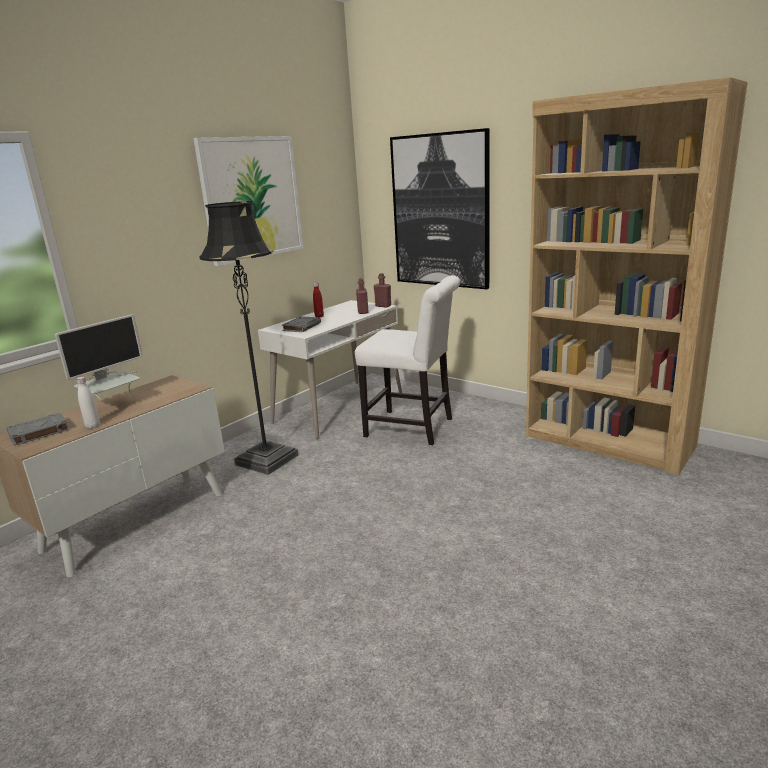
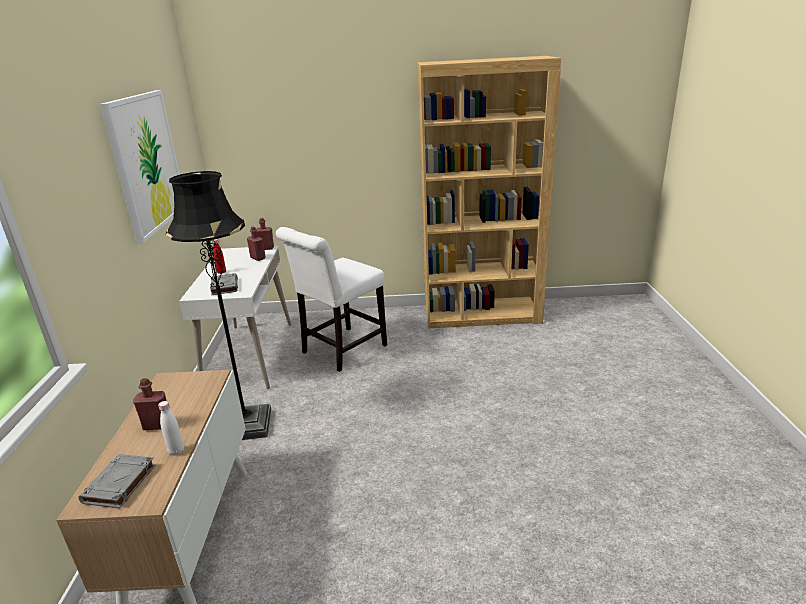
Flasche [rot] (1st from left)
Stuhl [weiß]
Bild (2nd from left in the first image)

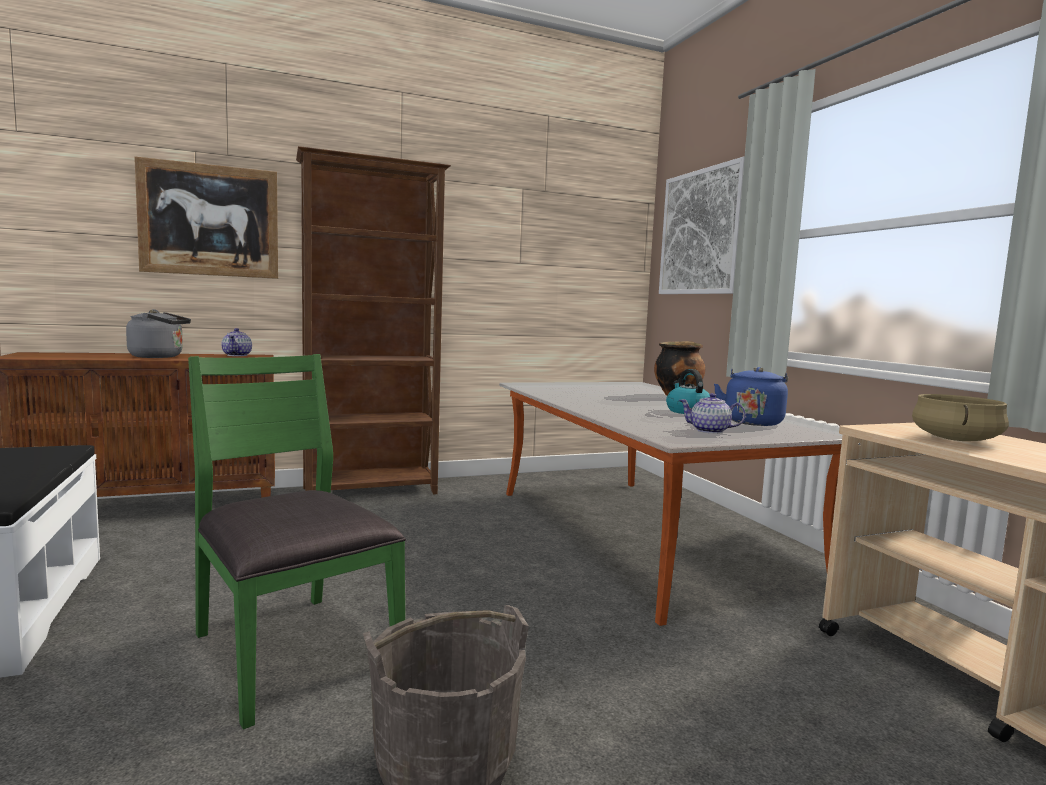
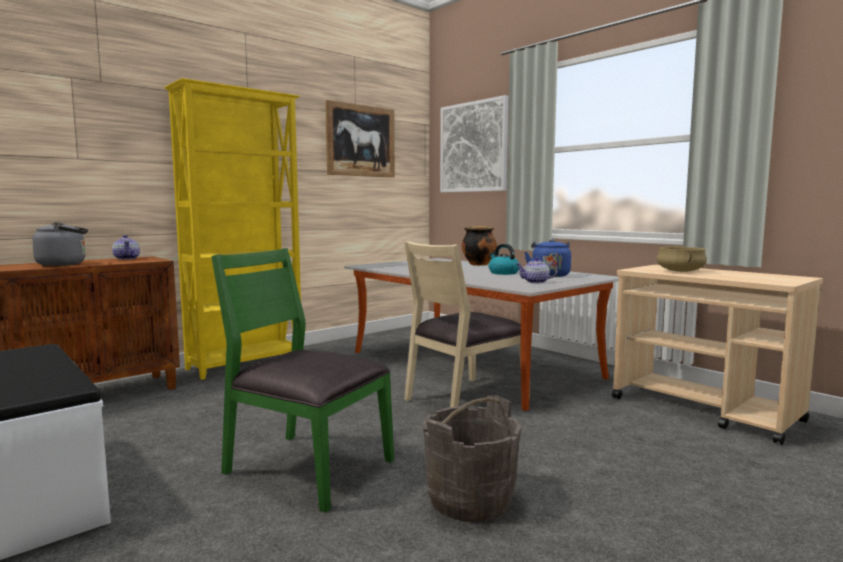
Bücherregal [gelb]
Bild (1st from left)
Stuhl [beige]

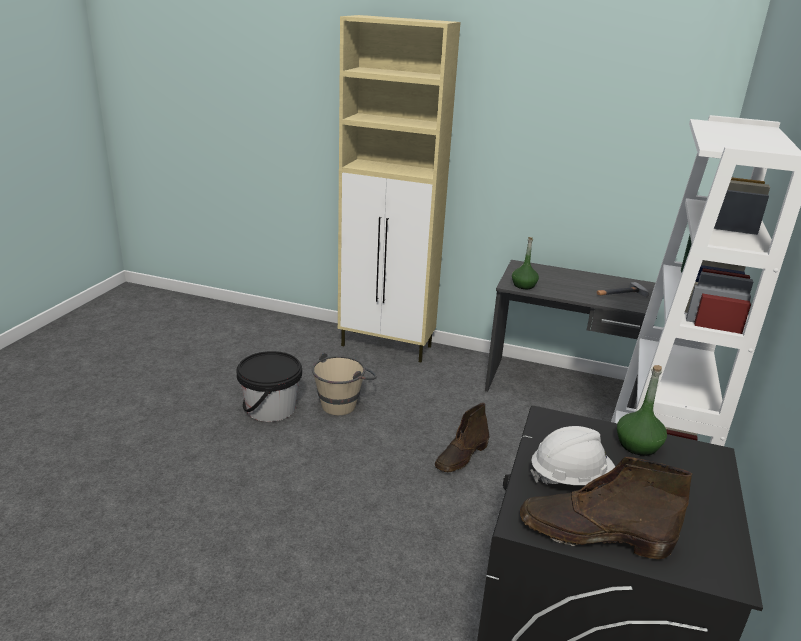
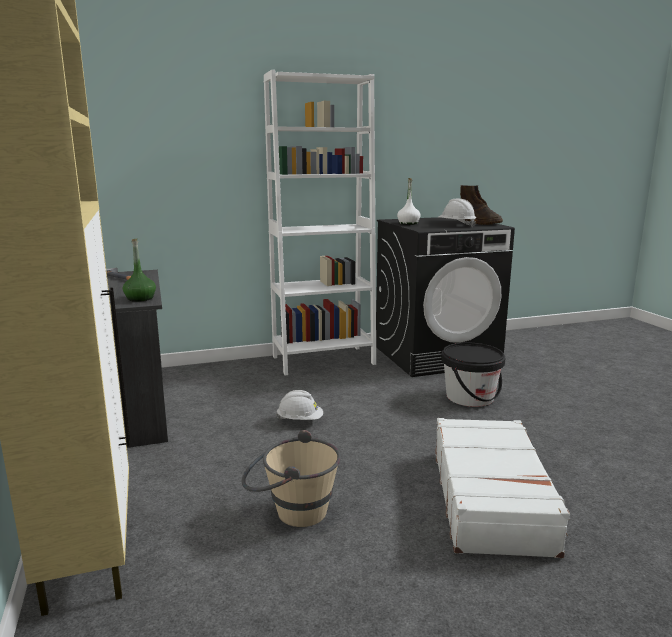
Schutzhelm [weiß] (1st from left)
Flasche [weiß]
Koffer [weiß]
Eimer [schwarz]

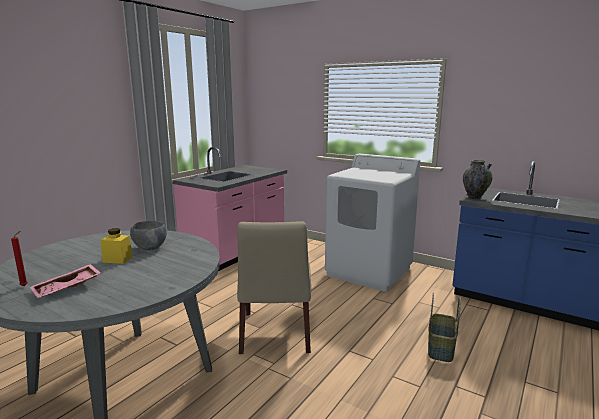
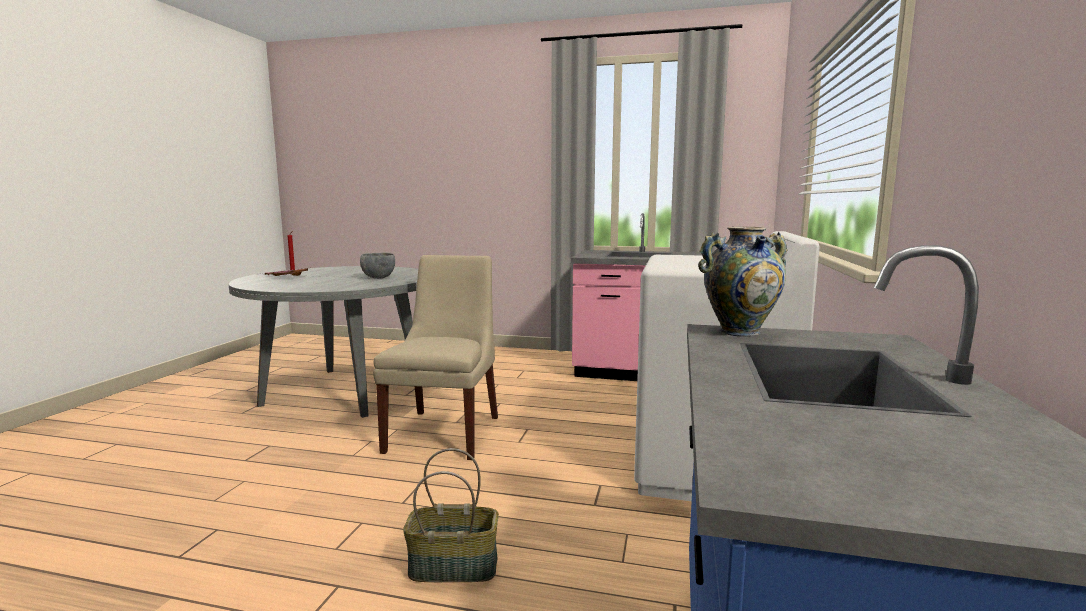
Stuhl [beige]
Vorratsglas [gelb]

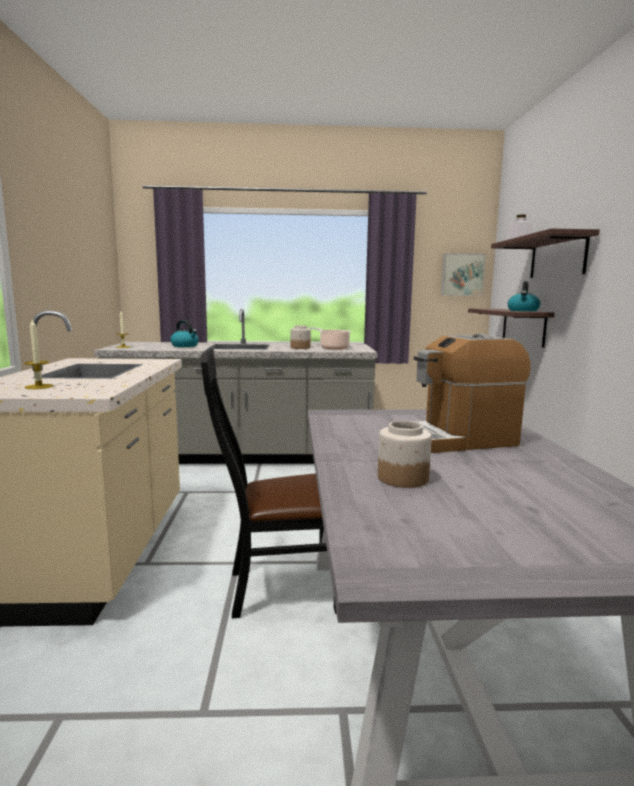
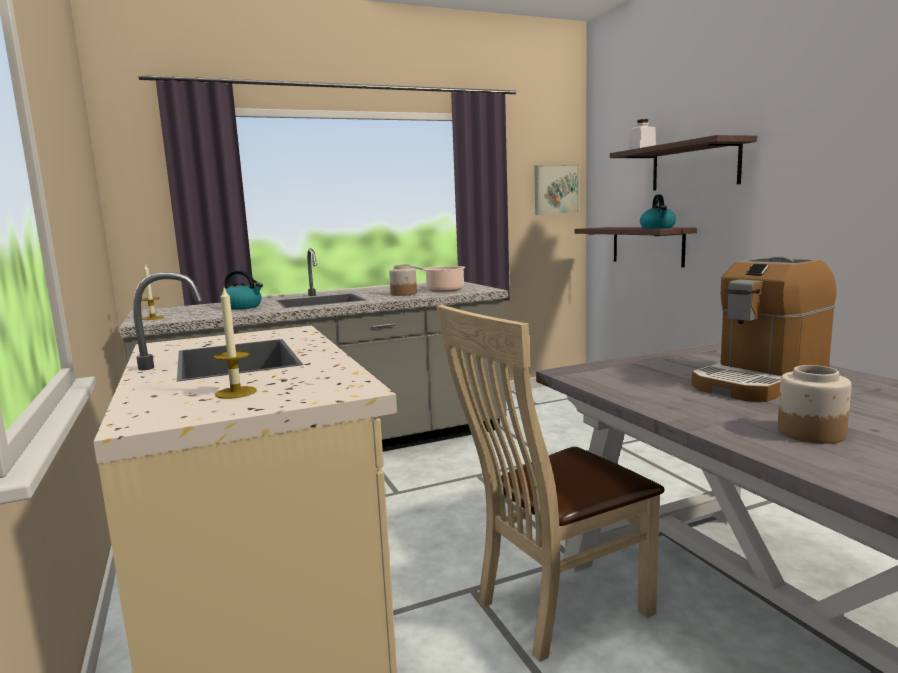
Stuhl [beige]

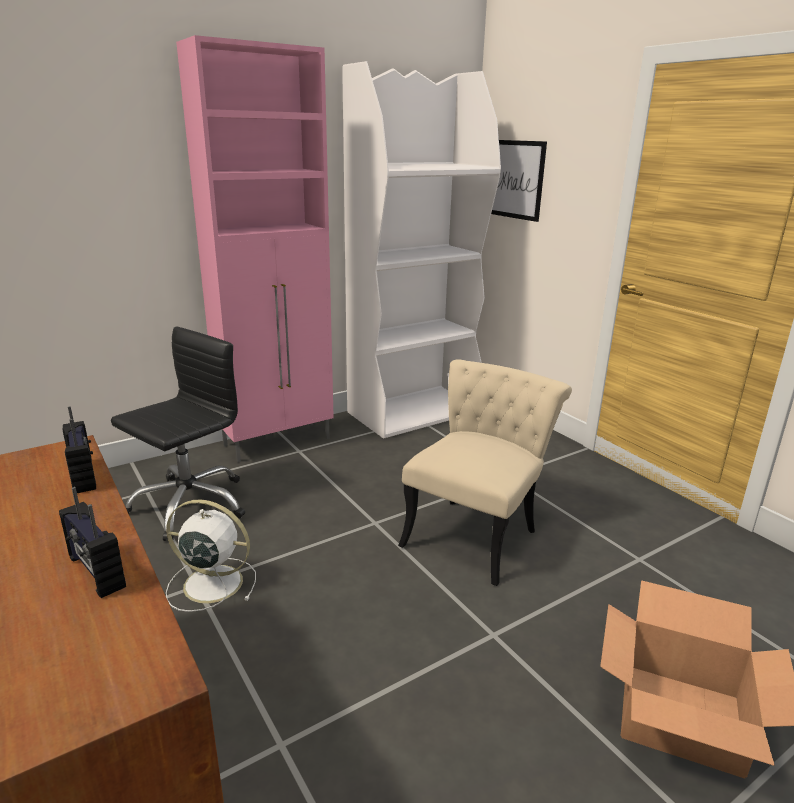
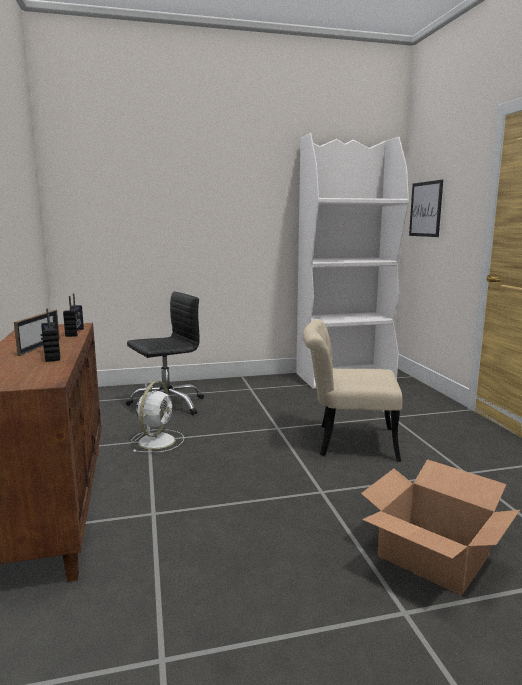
Bilderrahmen
Ventilator [weiß]
Stuhl [beige]
Schrank [rosa]

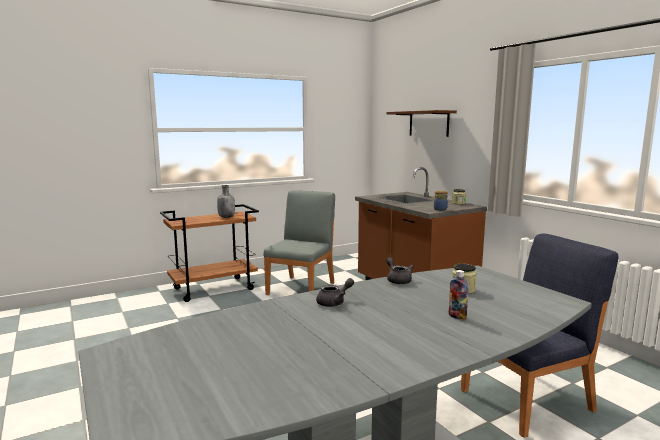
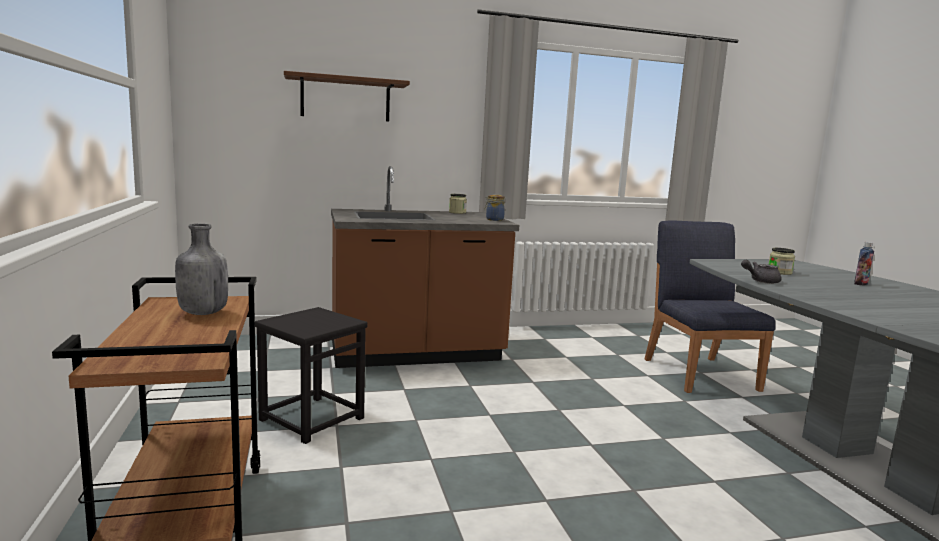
Hocker [schwarz]
Teekanne [grau] (1st from left in the first image)

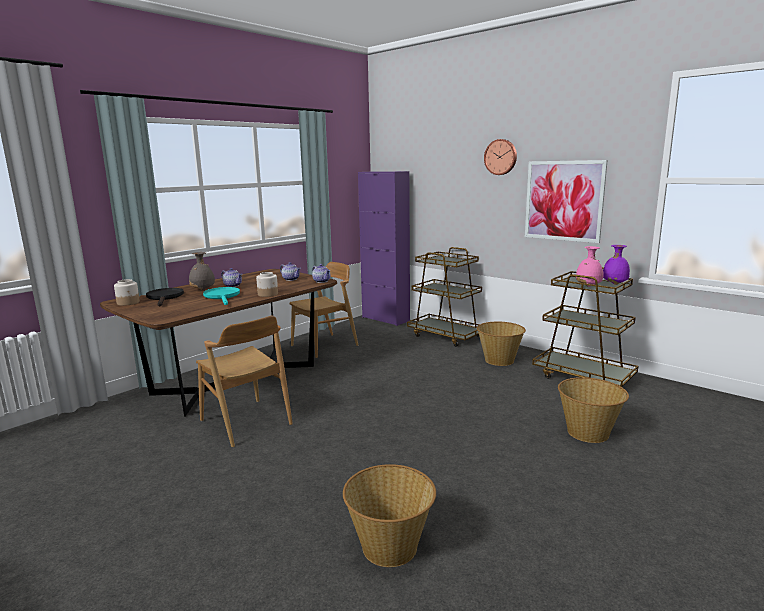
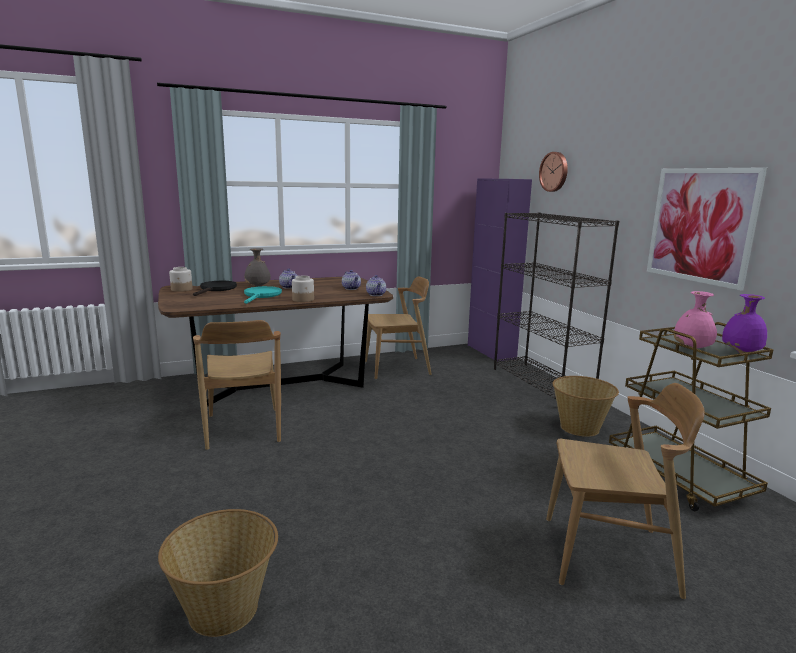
Bücherregal [schwarz]
Wanduhr
Stuhl [braun] (3rd from left)

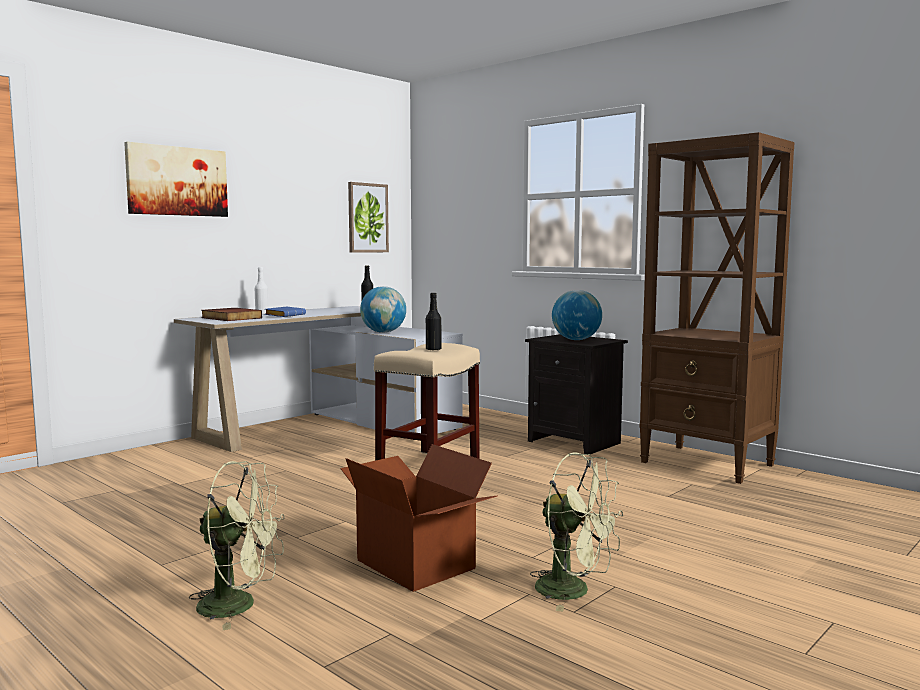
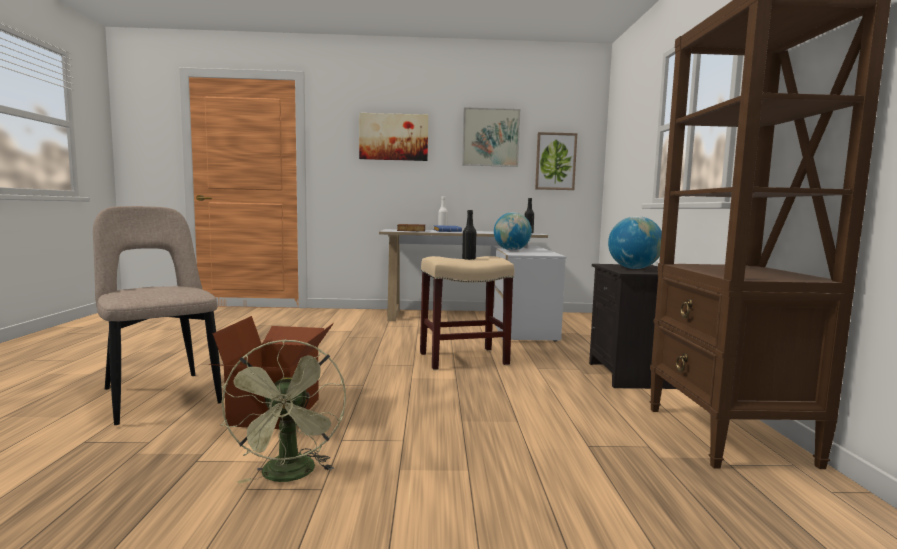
Stuhl [beige]
Bild (2nd from left)

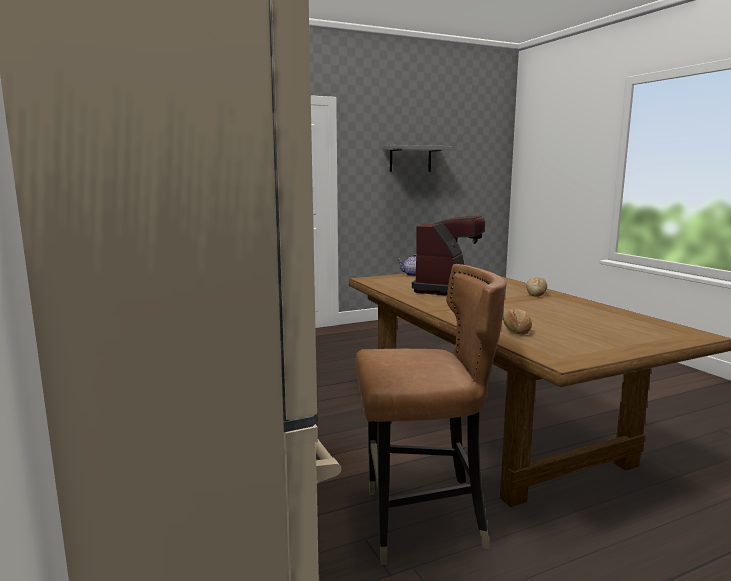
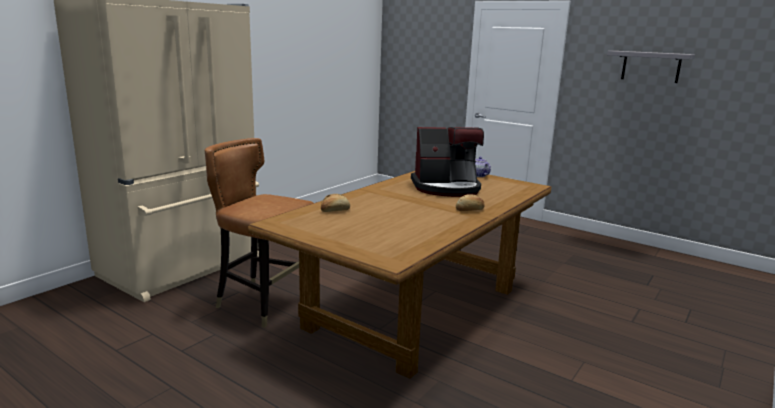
Stuhl [braun]

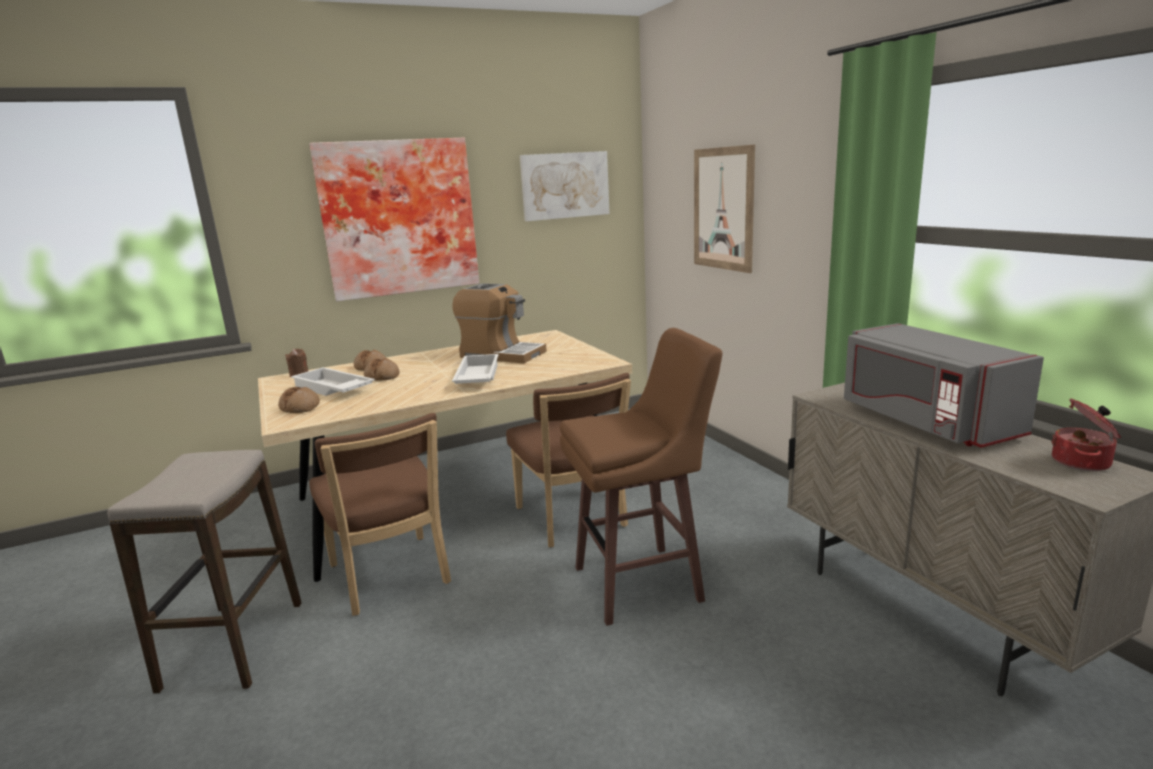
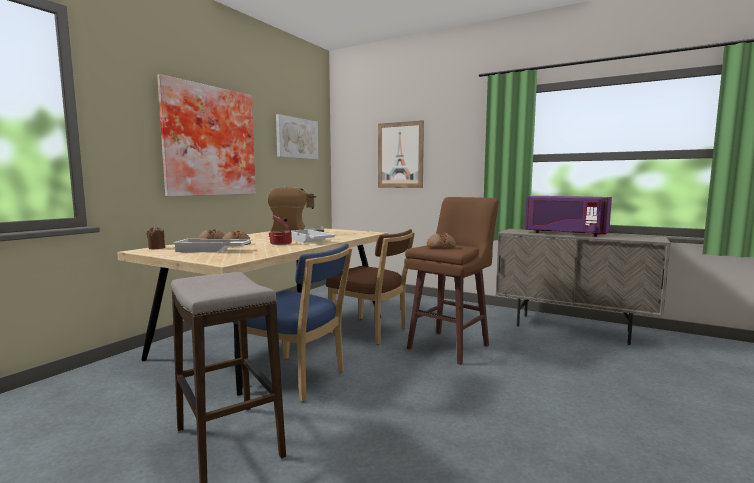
Stuhl [blau]
Kochtopf
Brot (3rd from left)
Mikrowelle [lila]

